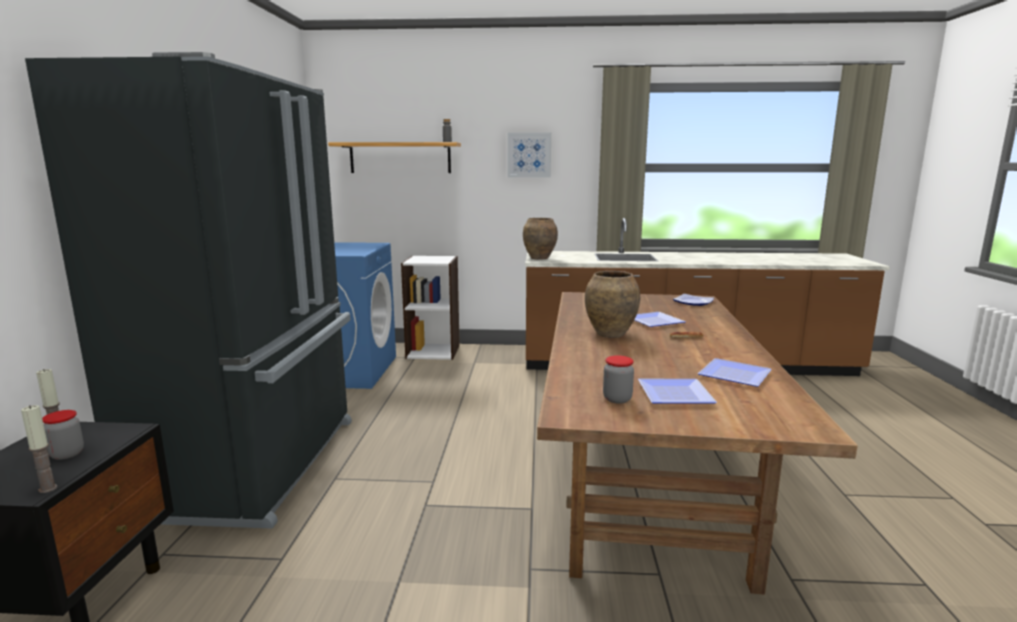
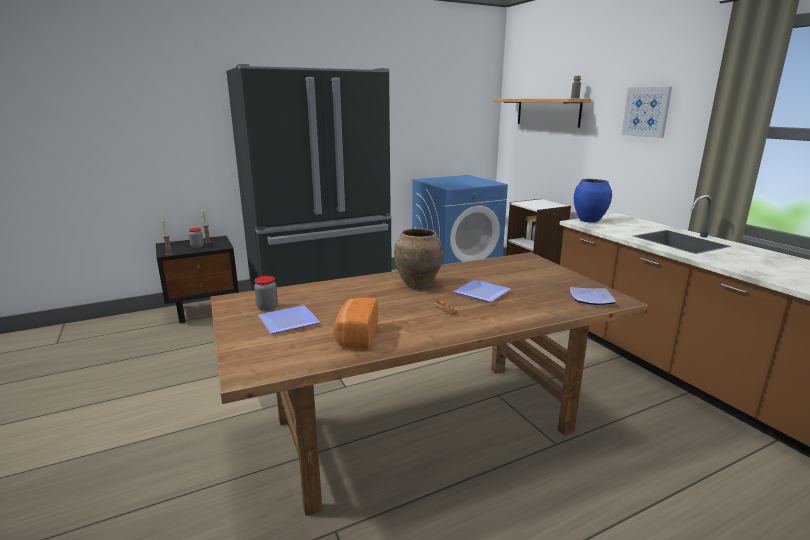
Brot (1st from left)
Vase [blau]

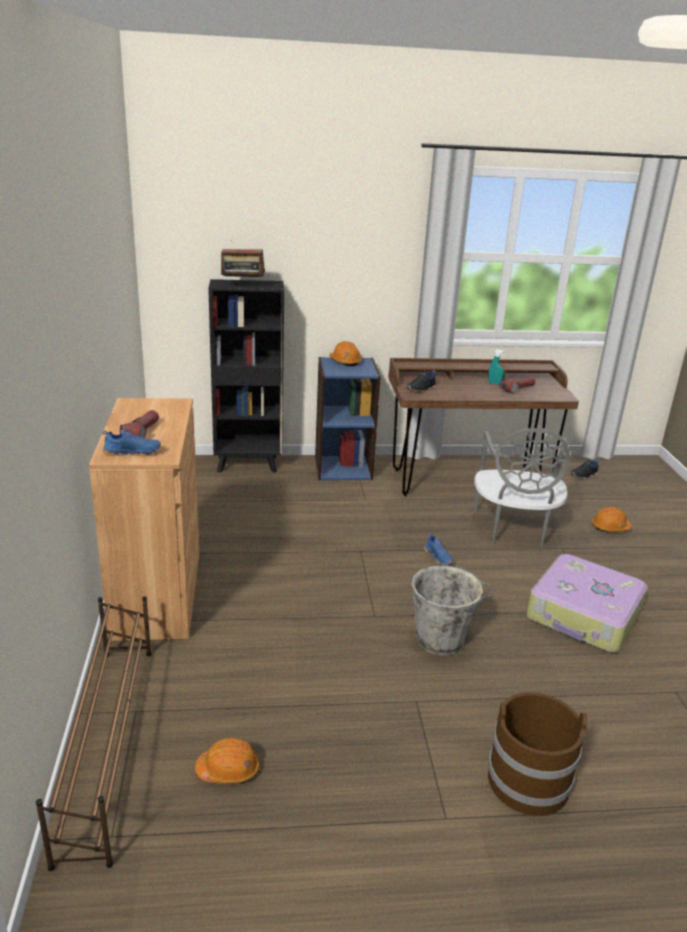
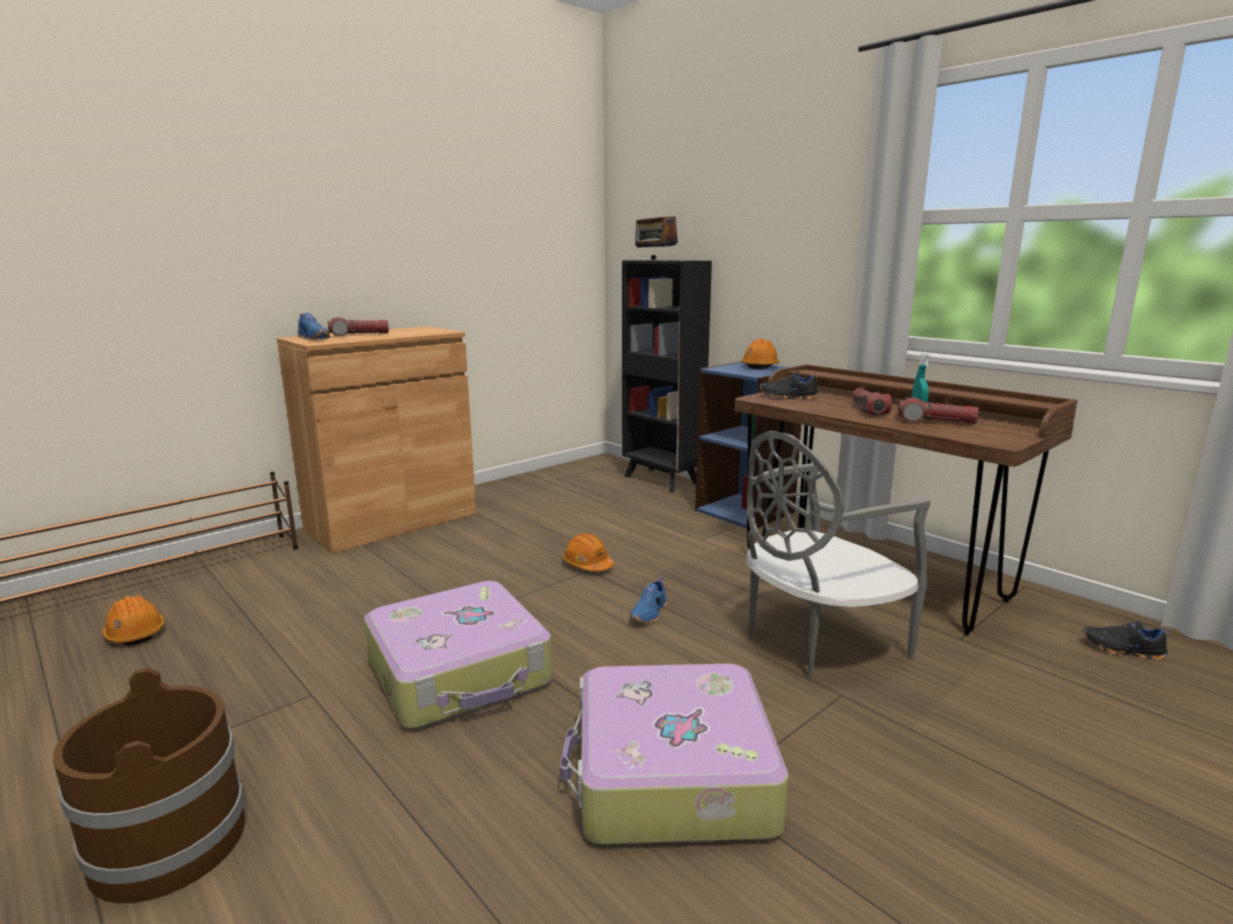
Koffer (1st from left)
Schutzhelm [orange] (2nd from left)
Taschenlampe (2nd from left)

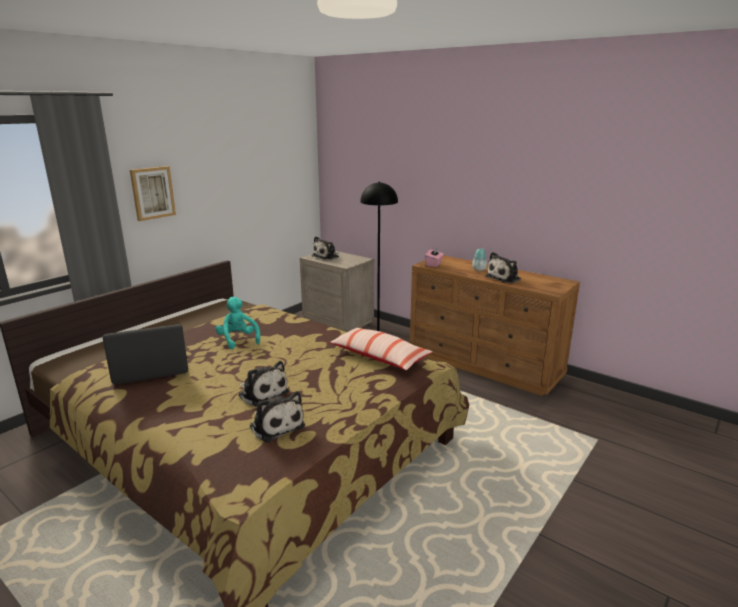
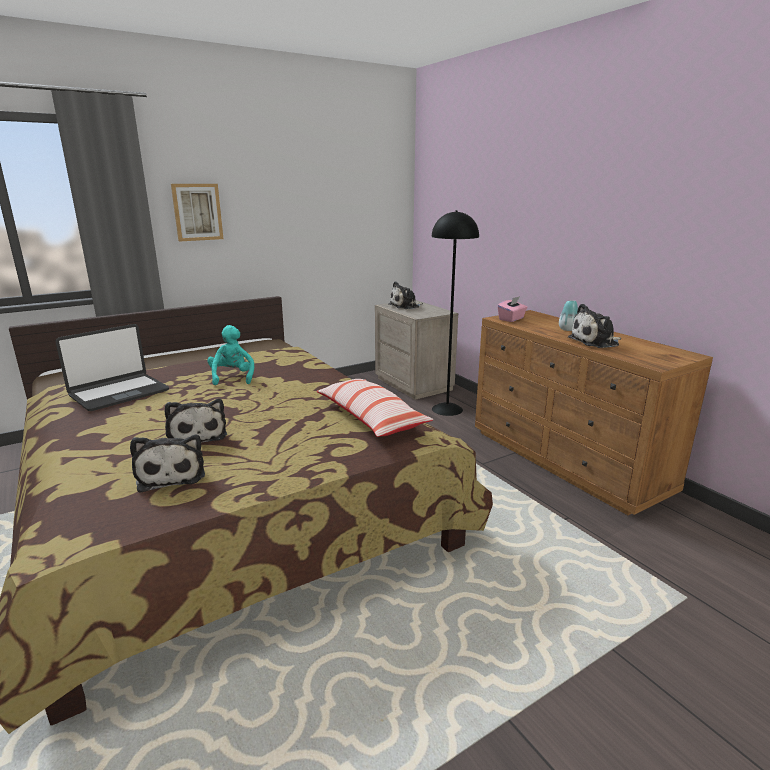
Laptop

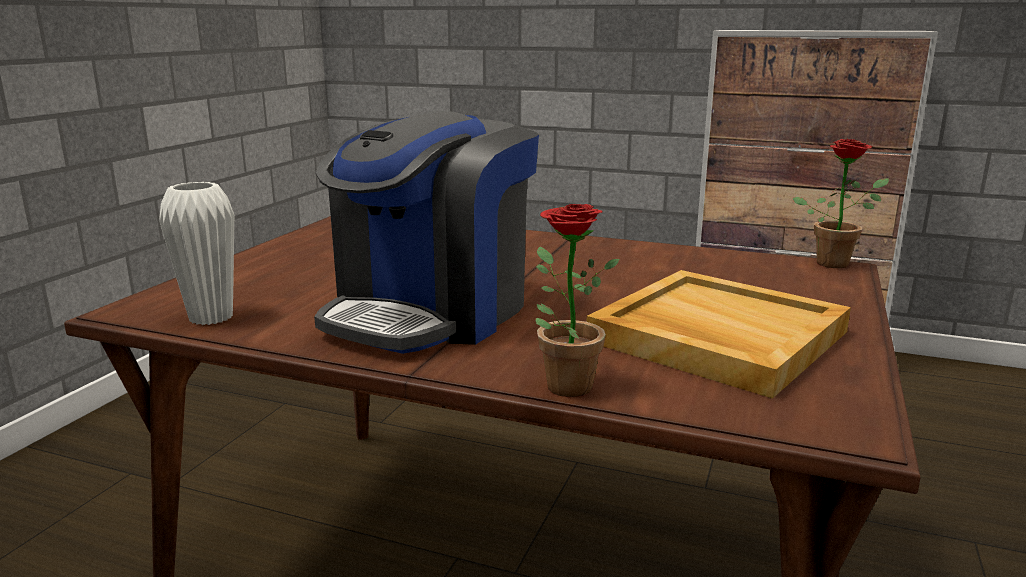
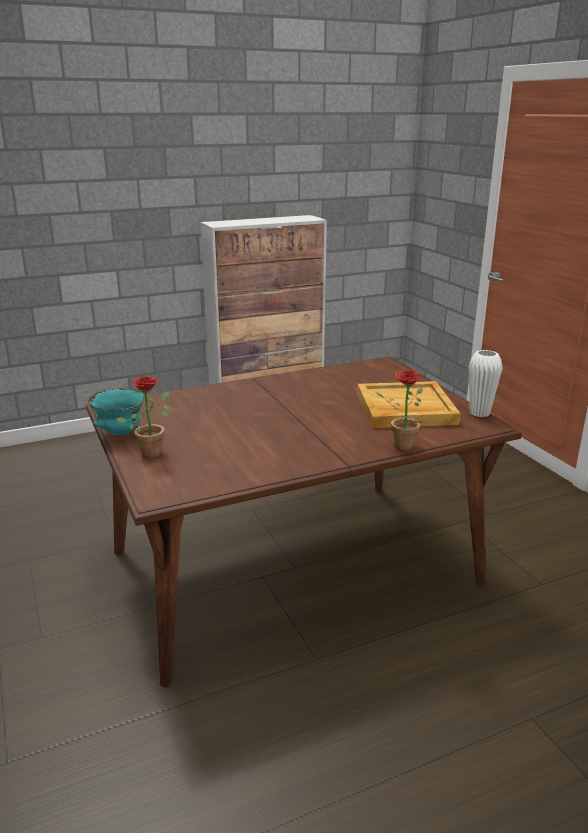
Schüssel [türkis]
Topfpflanze (1st from left)
Vase [weiß]
Kaffeemaschine

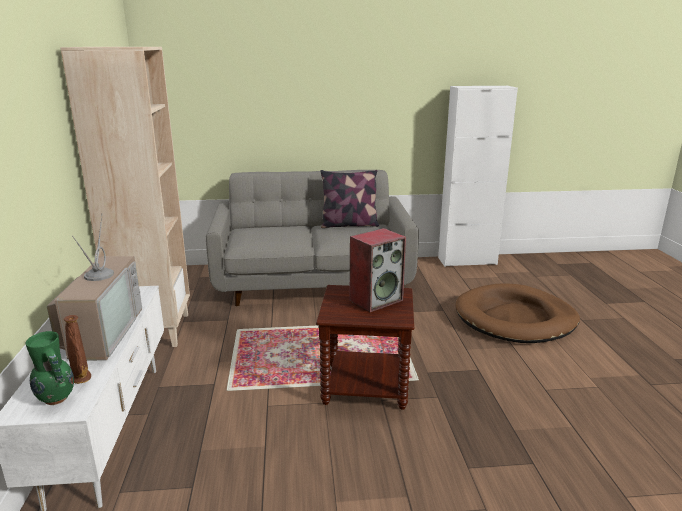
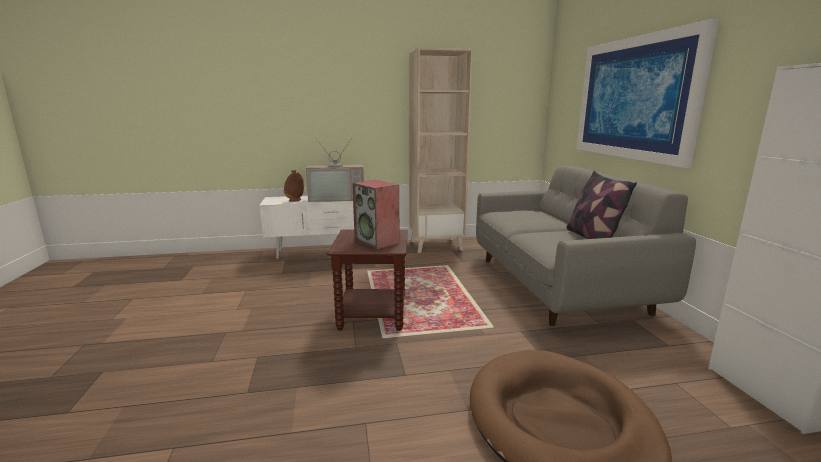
Bild
Vase [grün]

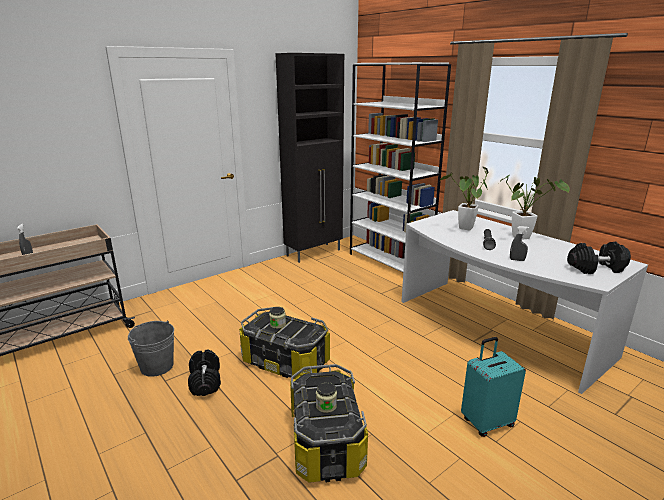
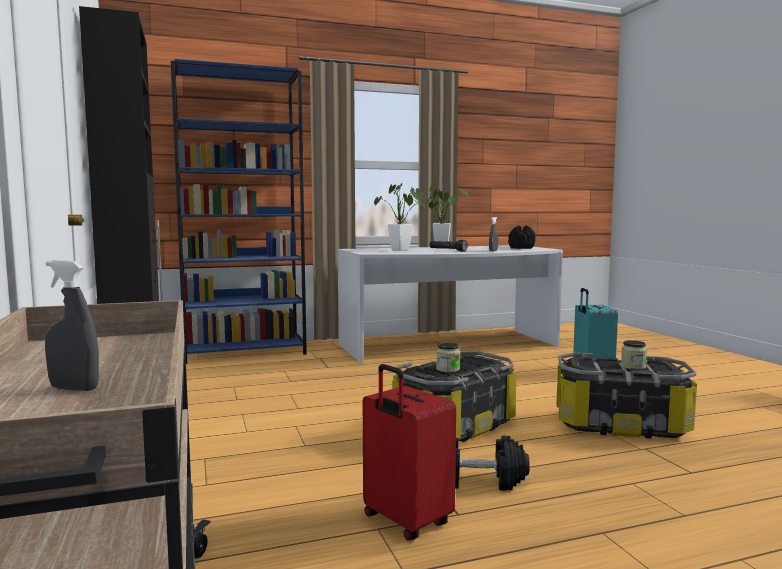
Bücherregal [blau]
Koffer [rot]

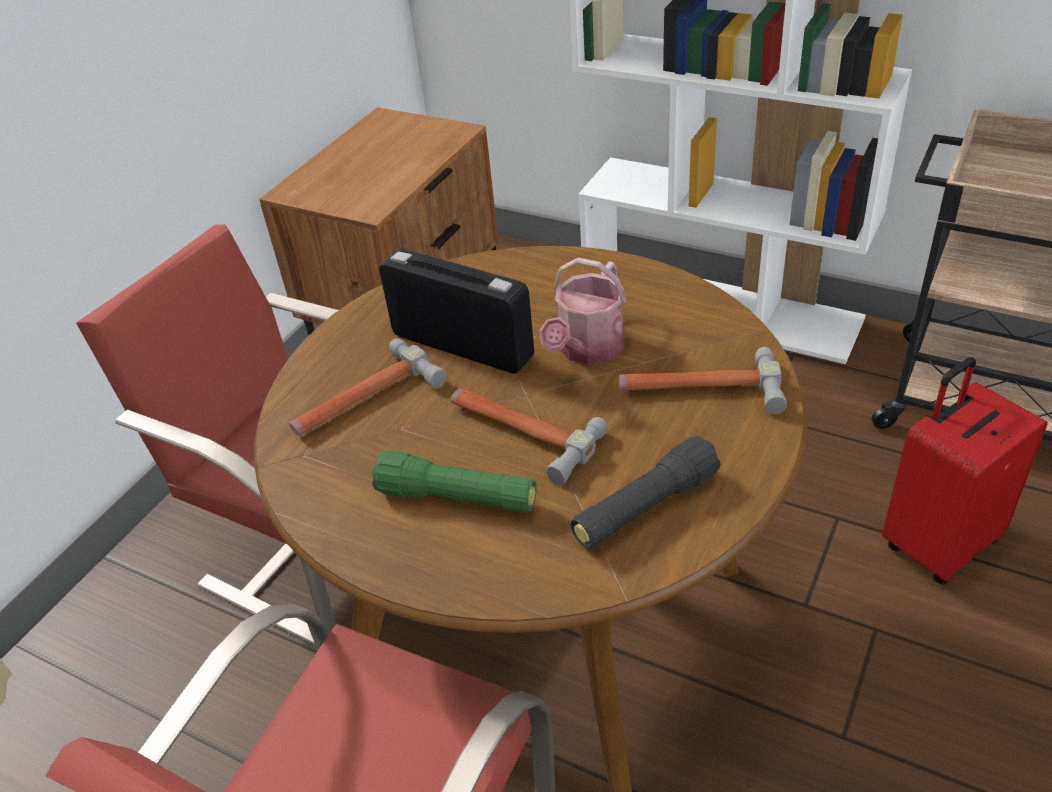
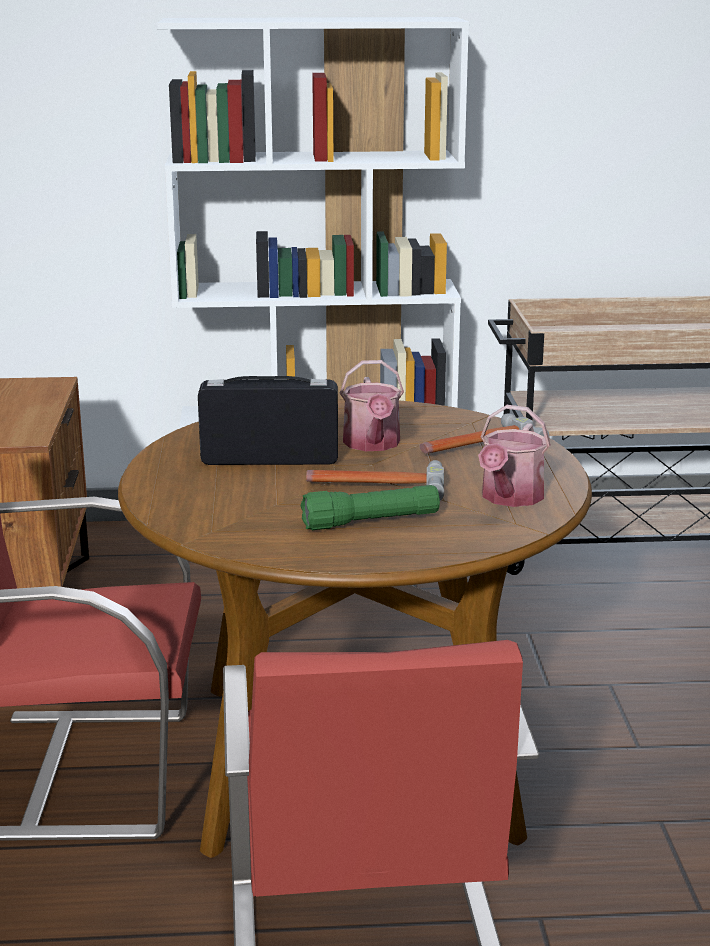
Gießkanne (2nd from left)
Hammer (1st from left in the first image)
Koffer [rot]

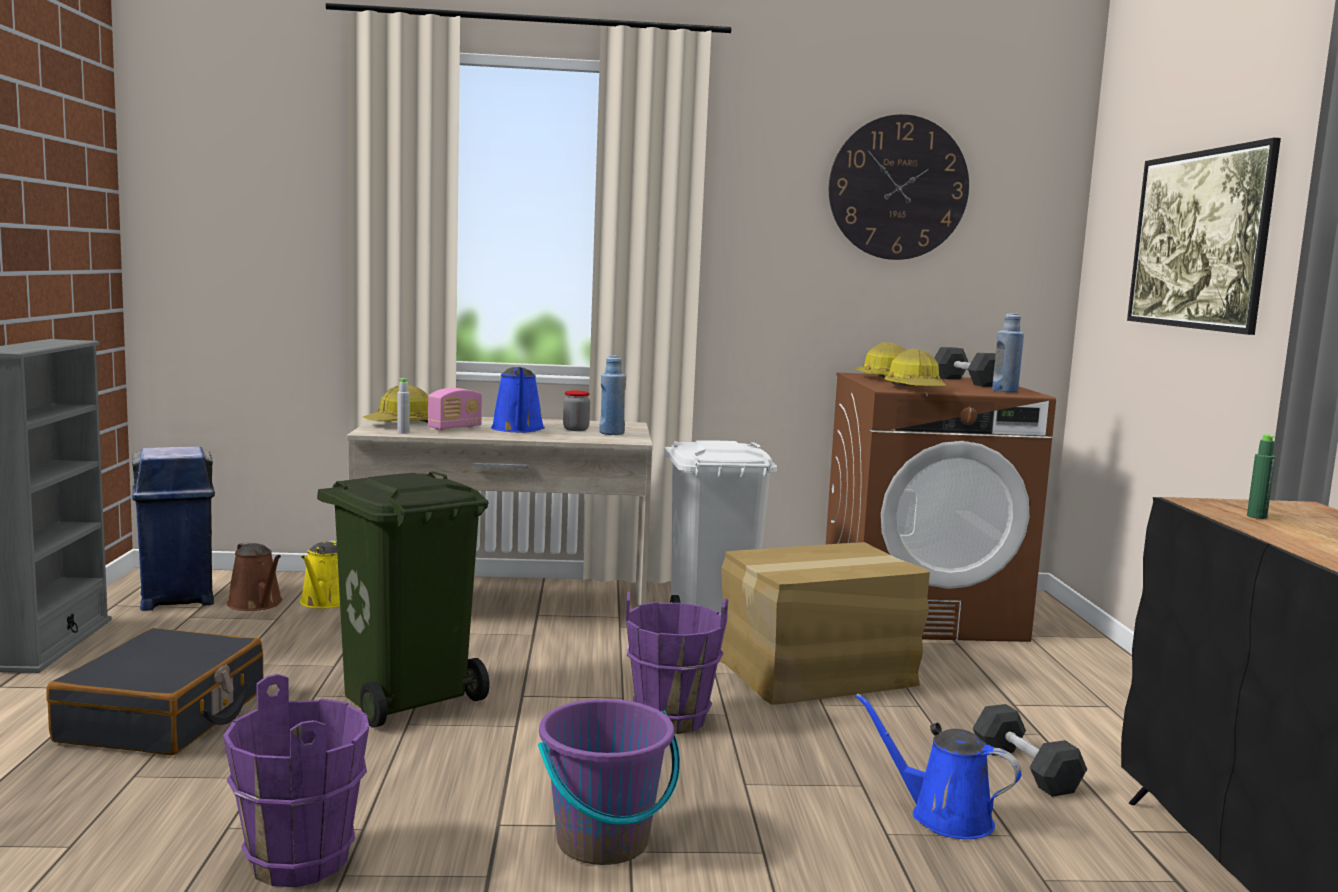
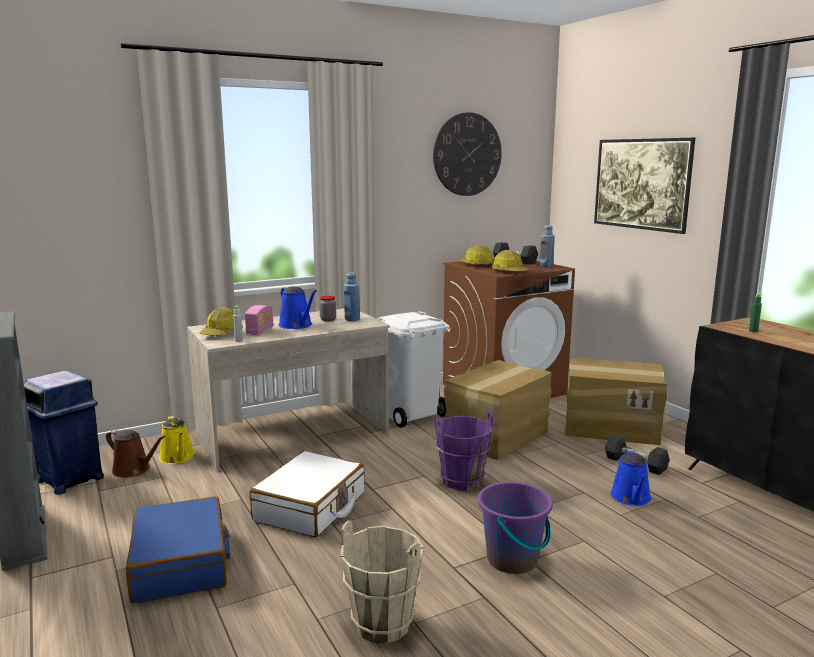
Koffer [blau]
Koffer [weiß]
Eimer [beige]
Karton (2nd from left)
Gießkanne [blau] (2nd from left)

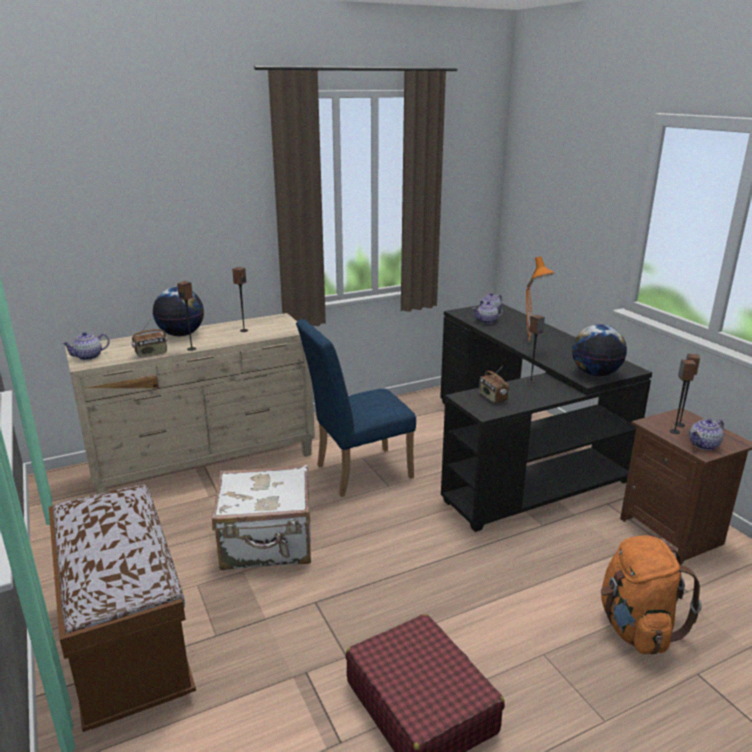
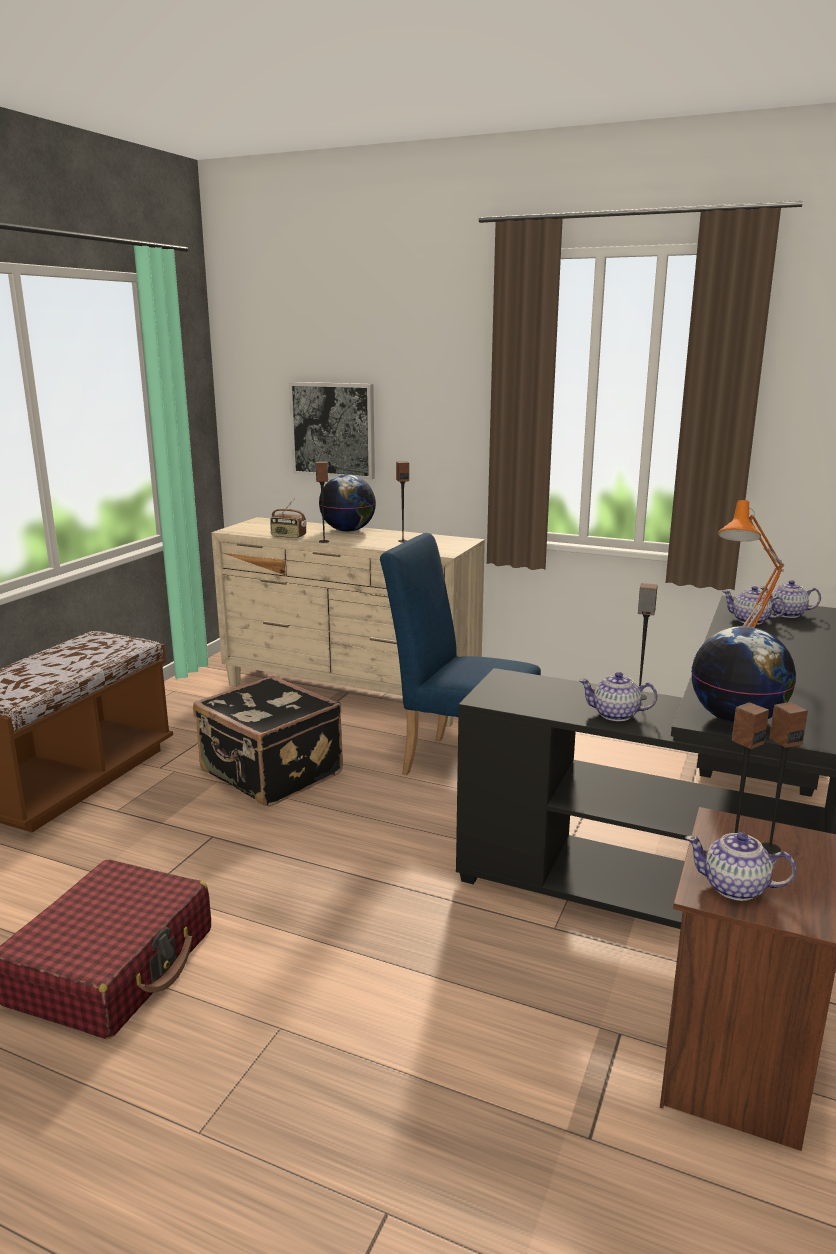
Koffer [schwarz]
Bild
Teekanne (1st from left)
Radio (2nd from left in the first image)
Rucksack [orange]

